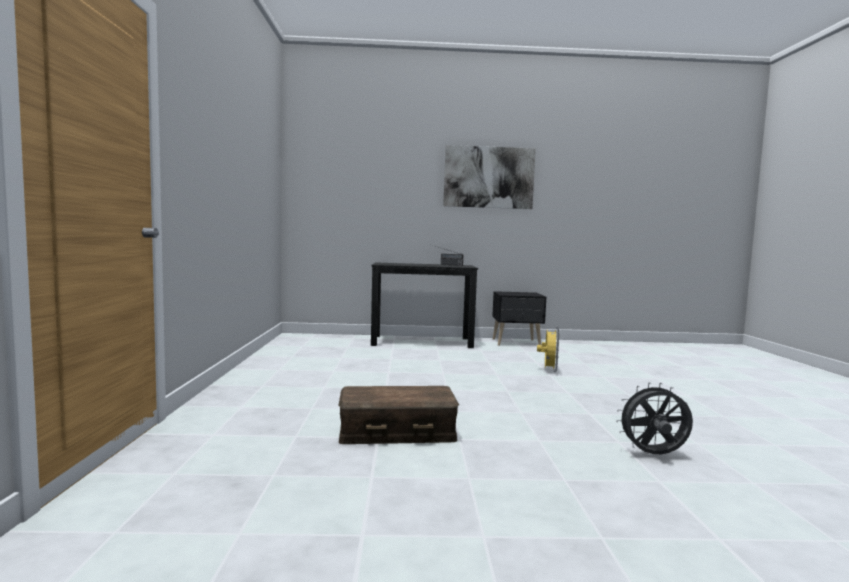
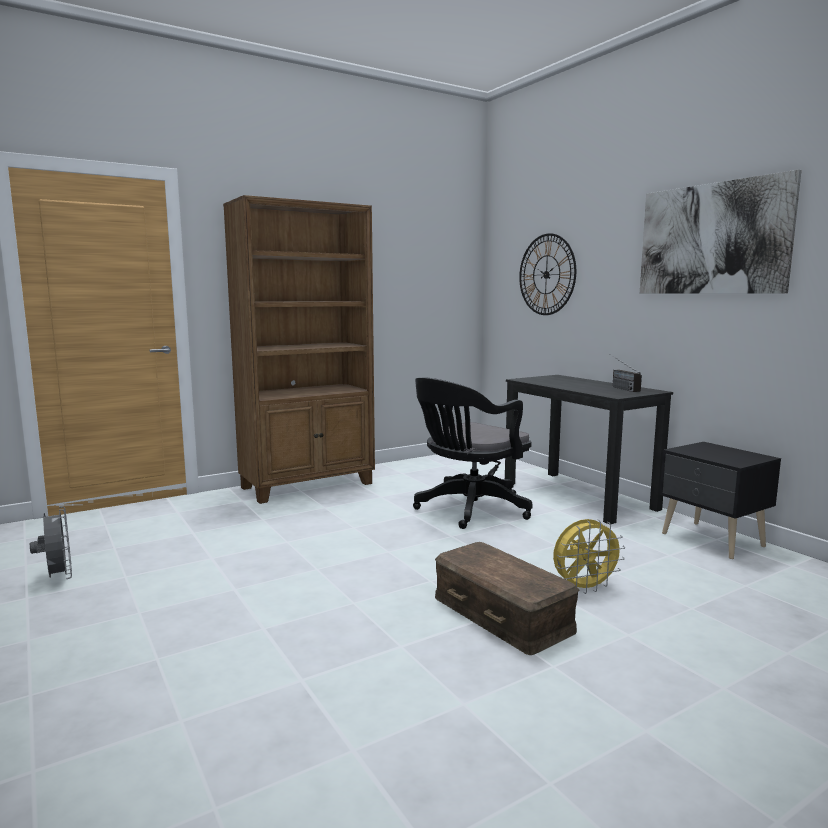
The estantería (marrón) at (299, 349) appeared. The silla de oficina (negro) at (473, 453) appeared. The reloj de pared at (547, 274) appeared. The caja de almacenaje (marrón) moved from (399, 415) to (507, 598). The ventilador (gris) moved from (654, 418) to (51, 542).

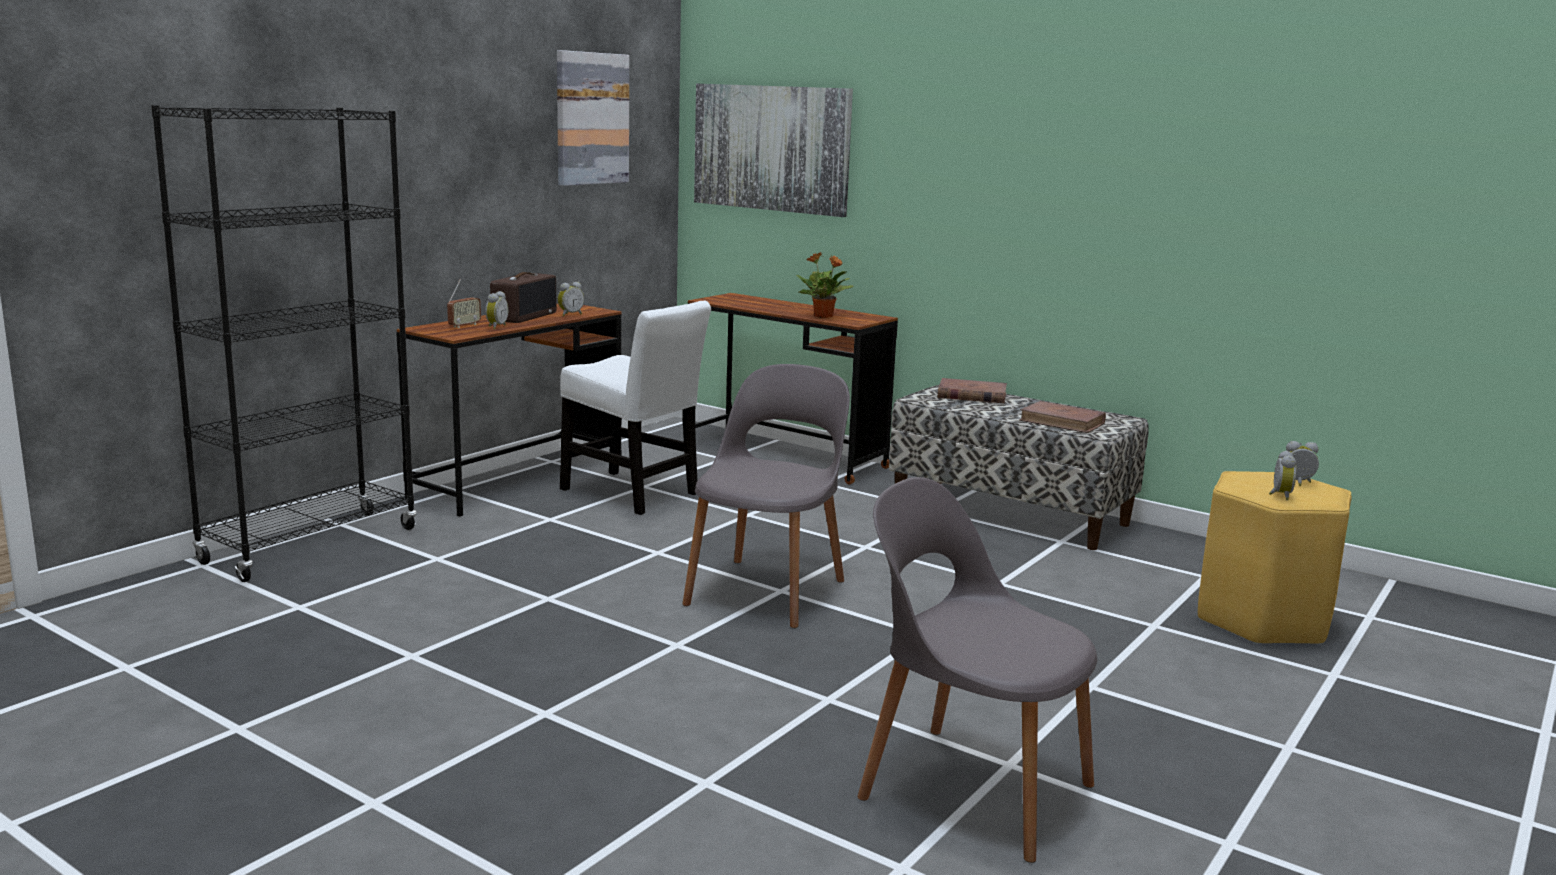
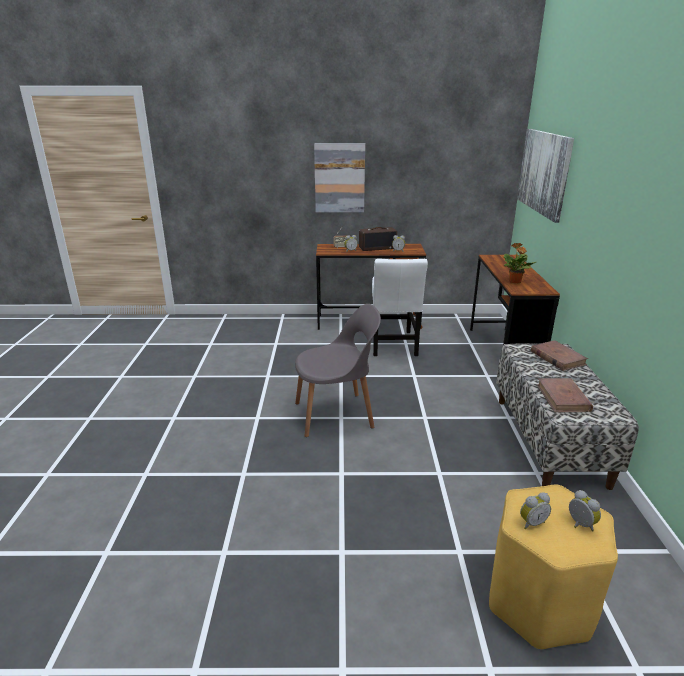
The estantería (negro) at (283, 343) disappeared. The silla (gris) at (977, 670) disappeared. The cuadro moved from (593, 118) to (339, 177).

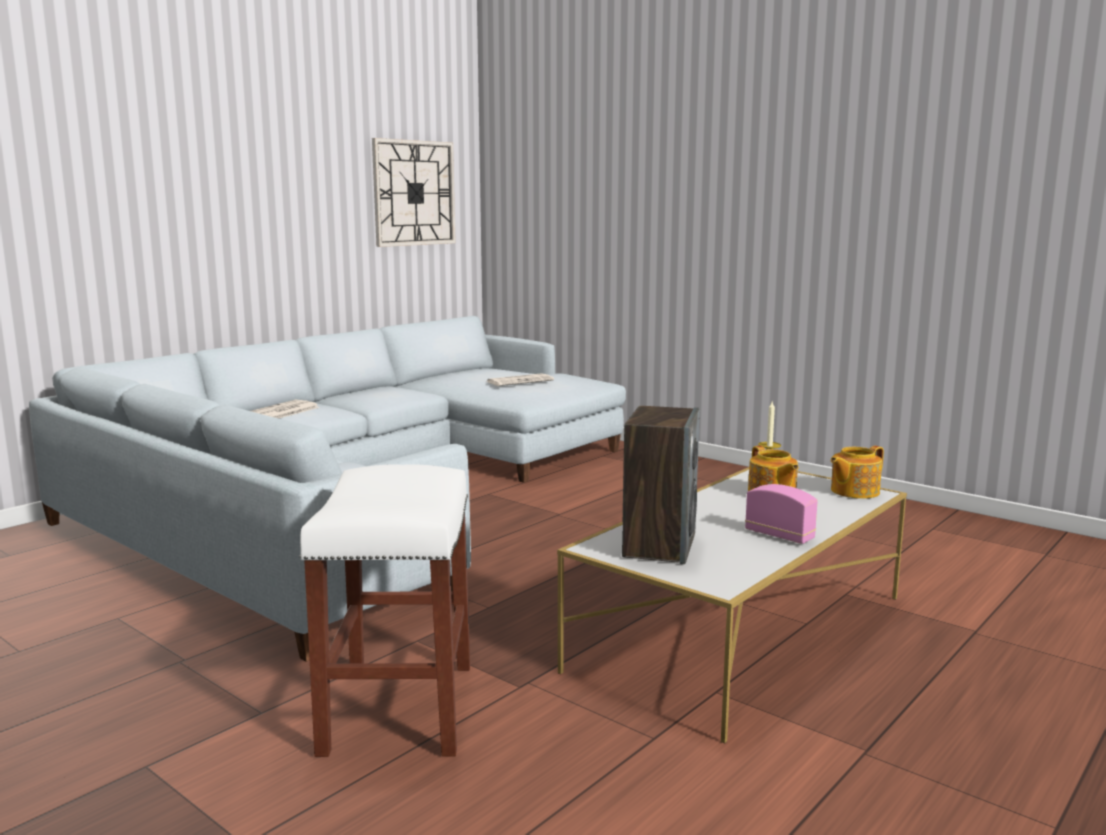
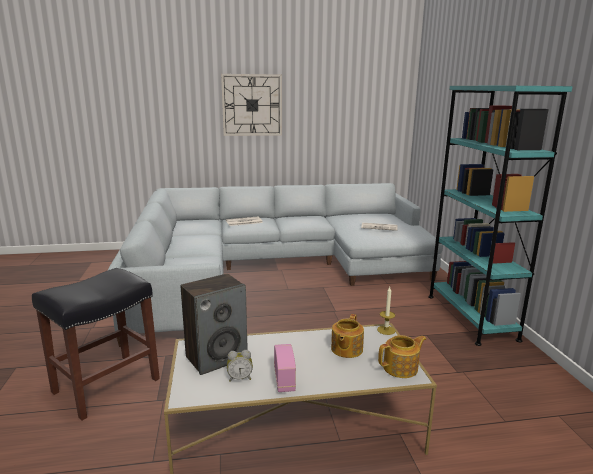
The despertador at (240, 366) appeared. The estantería (turquesa) at (500, 216) appeared. The reloj de pared moved from (414, 192) to (251, 105). The taburete (blanco) at (384, 610) became the taburete (negro) at (96, 344). The tetera at (857, 472) turned 150 degrees clockwise.

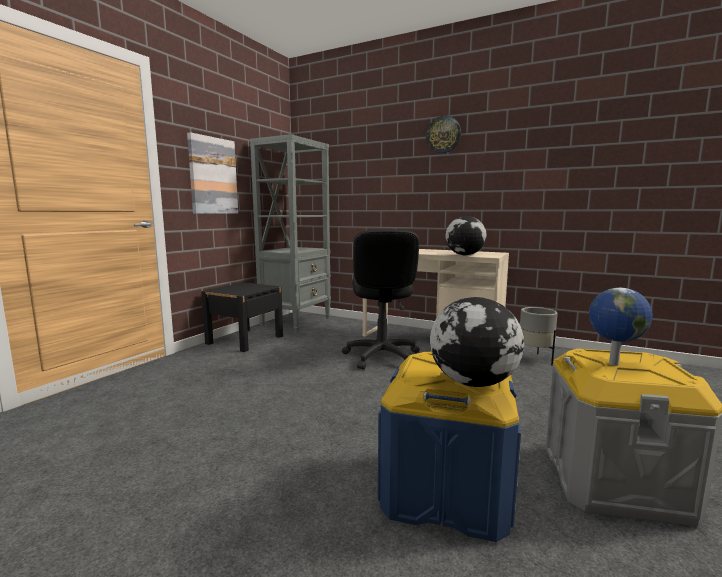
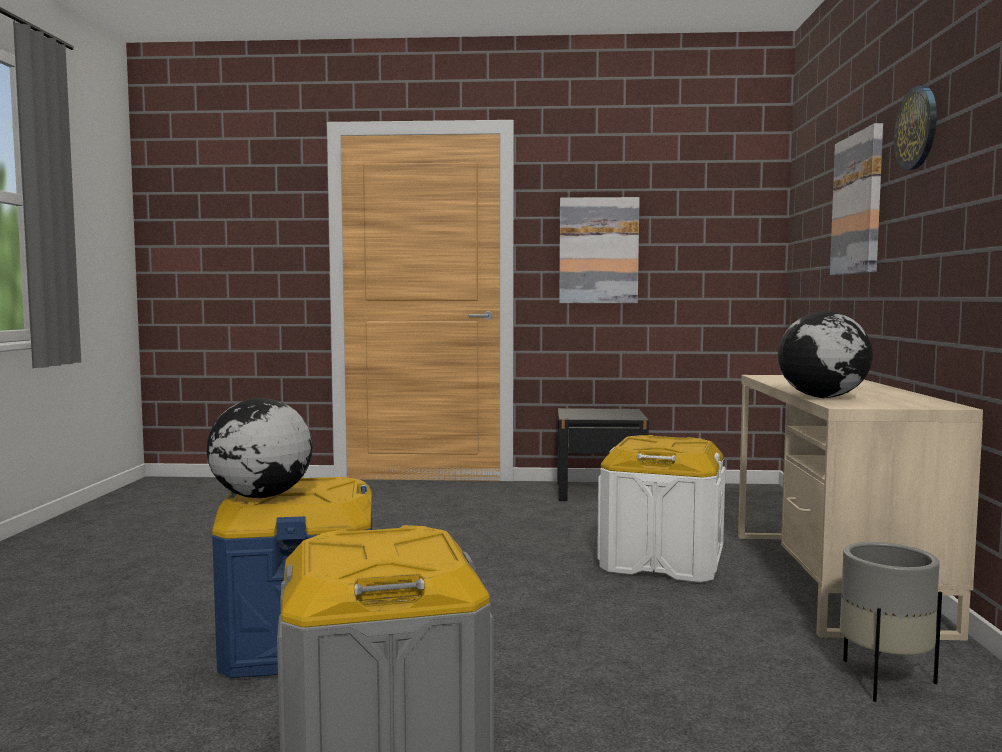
The estantería (gris) at (290, 233) disappeared. The globo terráqueo at (621, 327) disappeared. The cuadro at (856, 199) appeared. The silla de oficina (negro) at (381, 299) was replaced by the caja de almacenaje (blanco) at (661, 509).

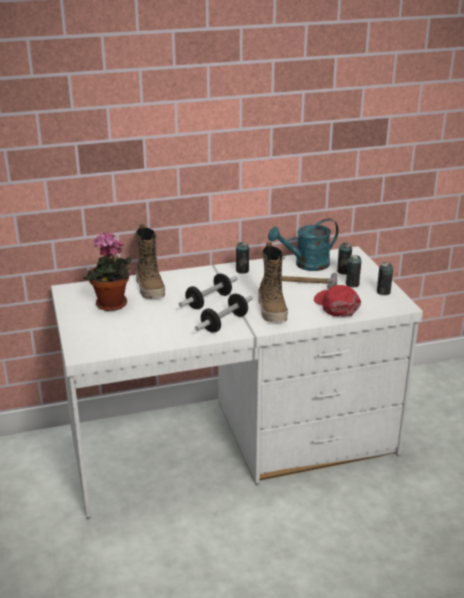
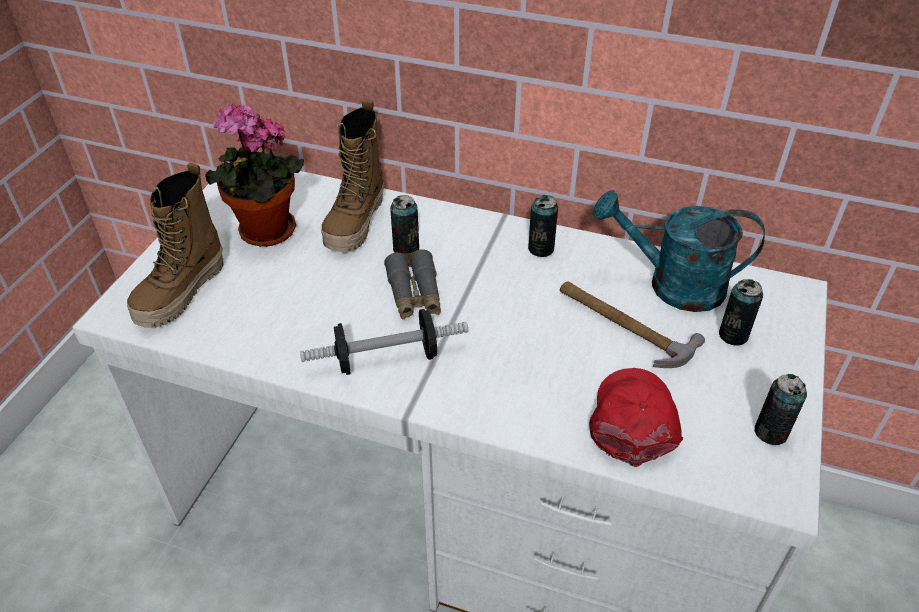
The bota moved from (273, 282) to (175, 245). The lata moved from (353, 271) to (404, 224). The mancuerna at (208, 291) was replaced by the prismáticos (gris) at (412, 284).

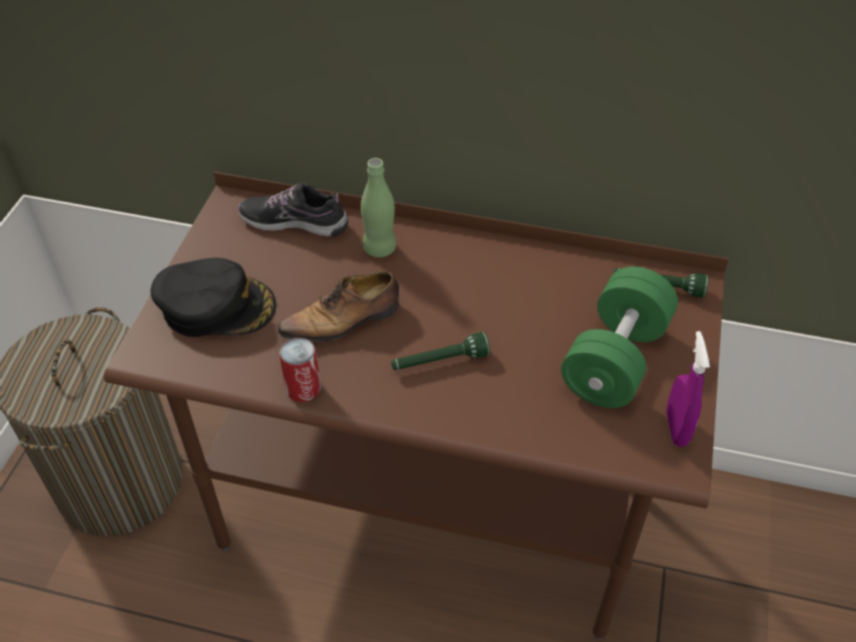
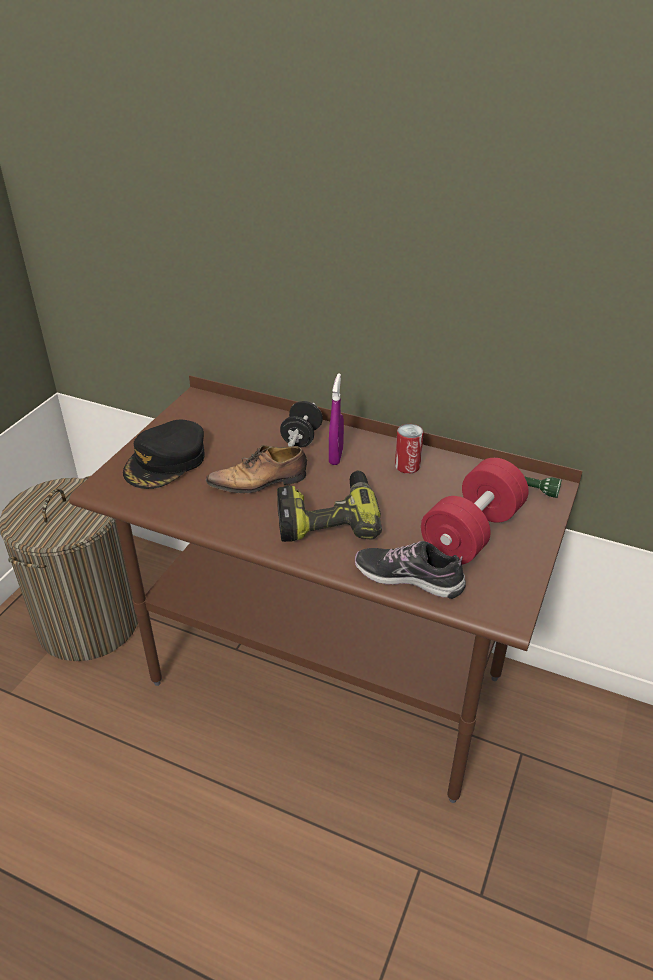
The zapato moved from (293, 210) to (410, 570). The lata moved from (300, 370) to (409, 449). The pulverizador (morado) moved from (688, 389) to (336, 419). The botella (verde) at (378, 207) was replaced by the mancuerna (negro) at (301, 424). The linterna (verde) at (440, 351) was replaced by the taladro at (329, 506). The mancuerna (verde) at (619, 337) became the mancuerna (rojo) at (475, 511). The gorra (negro) at (213, 297) turned 105 degrees clockwise.

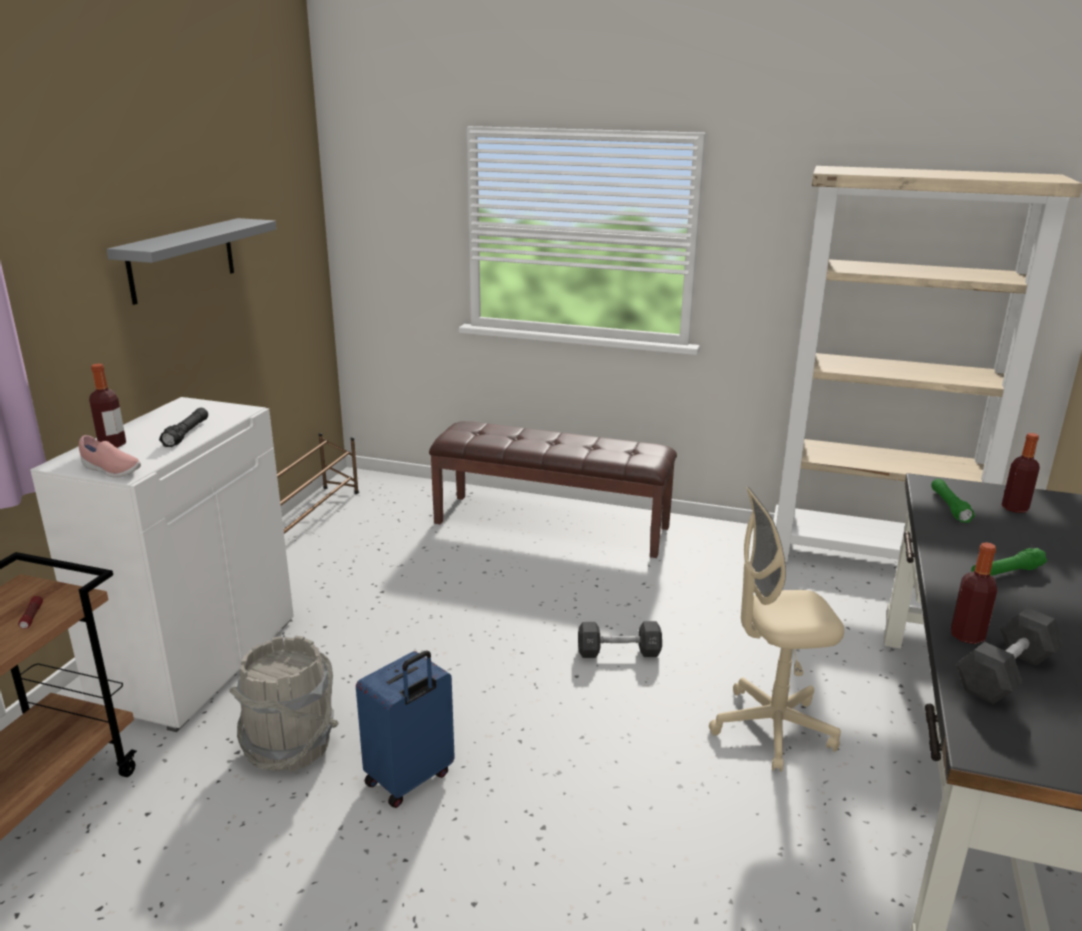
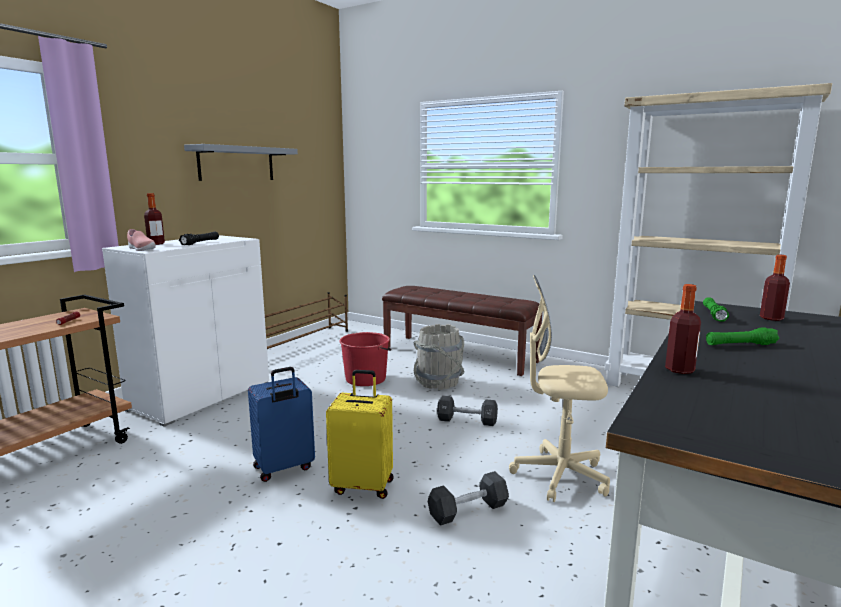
The maleta (amarillo) at (360, 434) appeared. The cubo (rojo) at (365, 359) appeared. The cubo (gris) moved from (284, 703) to (438, 357). The mancuerna (negro) moved from (1010, 655) to (468, 498).

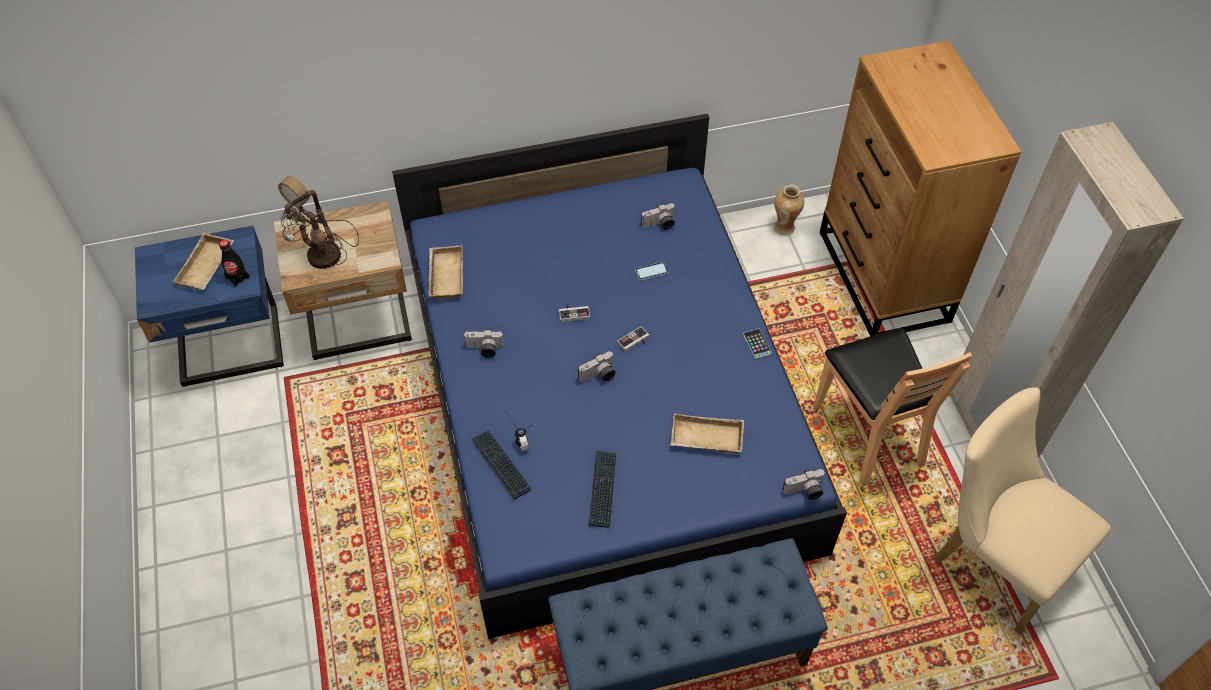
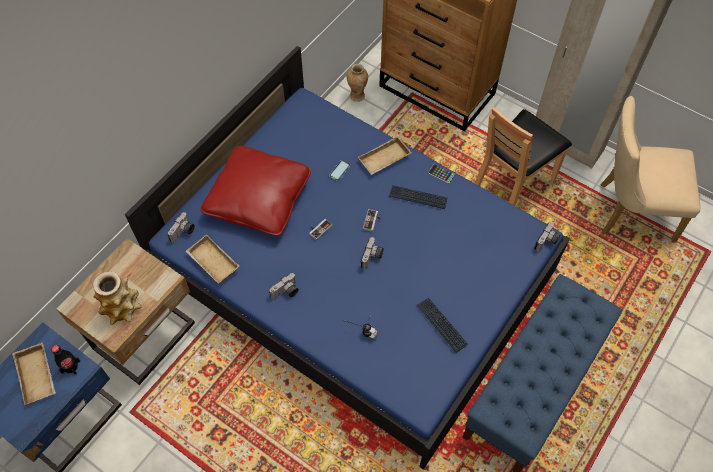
The cojín (rojo) at (255, 191) appeared. The teclado moved from (501, 464) to (418, 197). The cámara moved from (658, 216) to (181, 227). The bandeja (beis) moved from (707, 433) to (385, 155). The lámpara de mesa at (318, 222) was replaced by the florero at (117, 298). The silla (marrón) at (892, 407) turned 105 degrees clockwise.

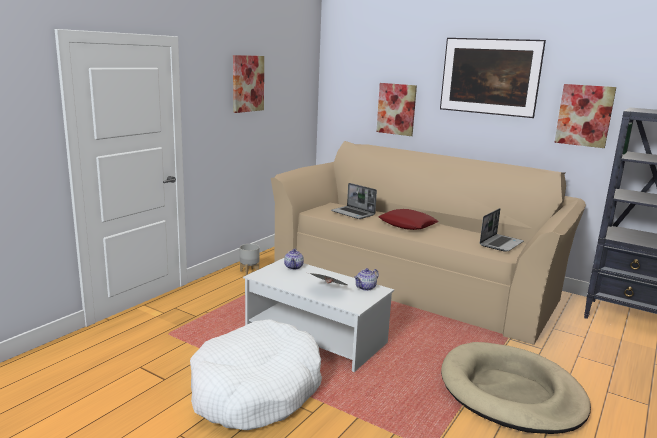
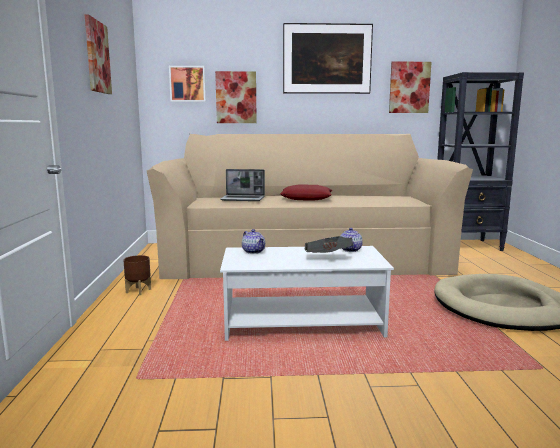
The cama para perro (blanco) at (256, 374) disappeared. The portátil at (502, 230) disappeared. The cuadro at (187, 84) appeared. The maceta (gris) at (250, 259) became the maceta (marrón) at (137, 275).

